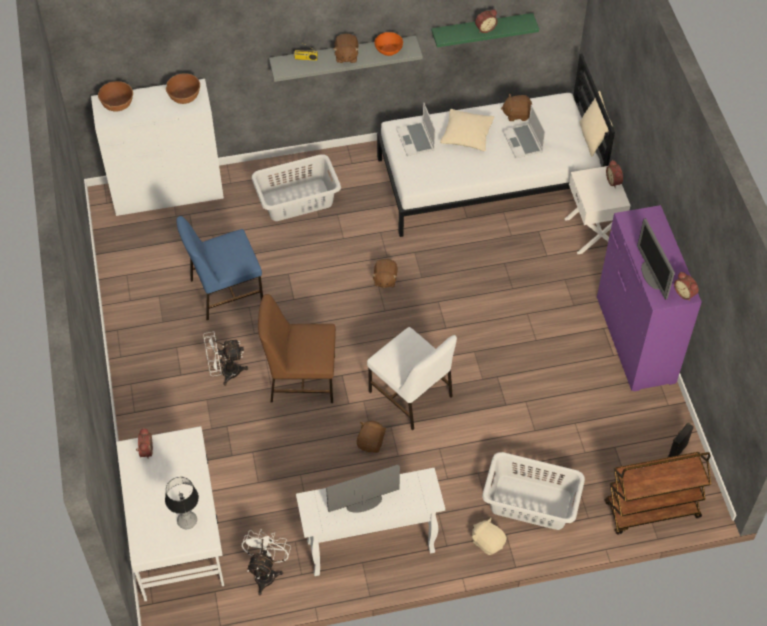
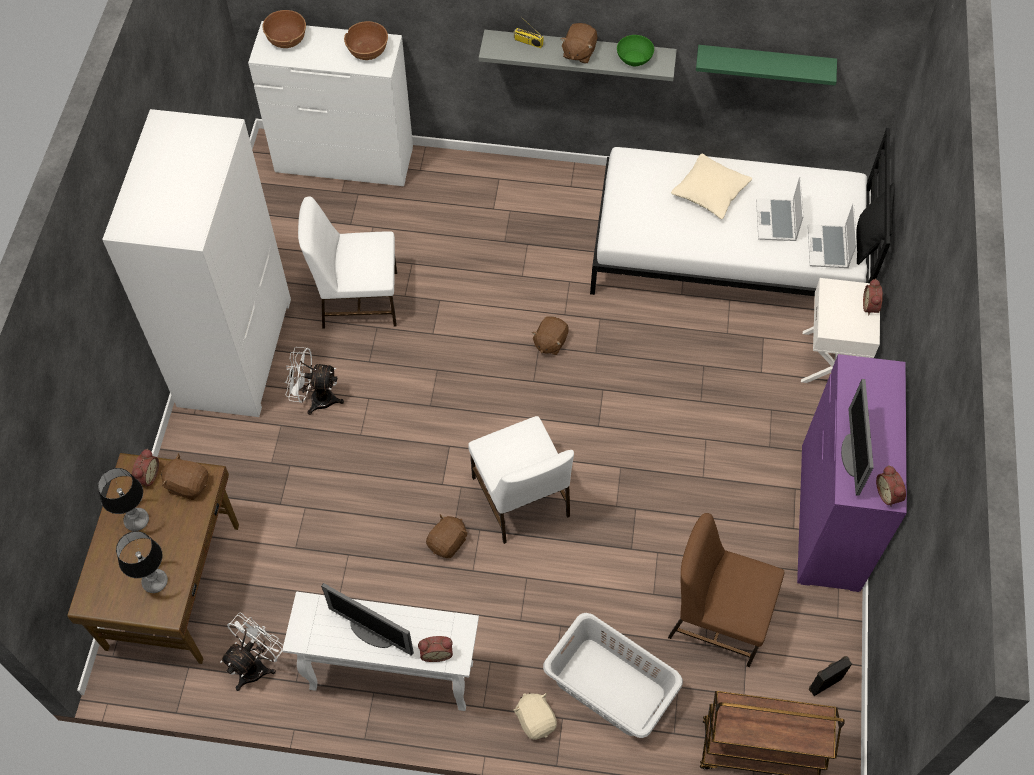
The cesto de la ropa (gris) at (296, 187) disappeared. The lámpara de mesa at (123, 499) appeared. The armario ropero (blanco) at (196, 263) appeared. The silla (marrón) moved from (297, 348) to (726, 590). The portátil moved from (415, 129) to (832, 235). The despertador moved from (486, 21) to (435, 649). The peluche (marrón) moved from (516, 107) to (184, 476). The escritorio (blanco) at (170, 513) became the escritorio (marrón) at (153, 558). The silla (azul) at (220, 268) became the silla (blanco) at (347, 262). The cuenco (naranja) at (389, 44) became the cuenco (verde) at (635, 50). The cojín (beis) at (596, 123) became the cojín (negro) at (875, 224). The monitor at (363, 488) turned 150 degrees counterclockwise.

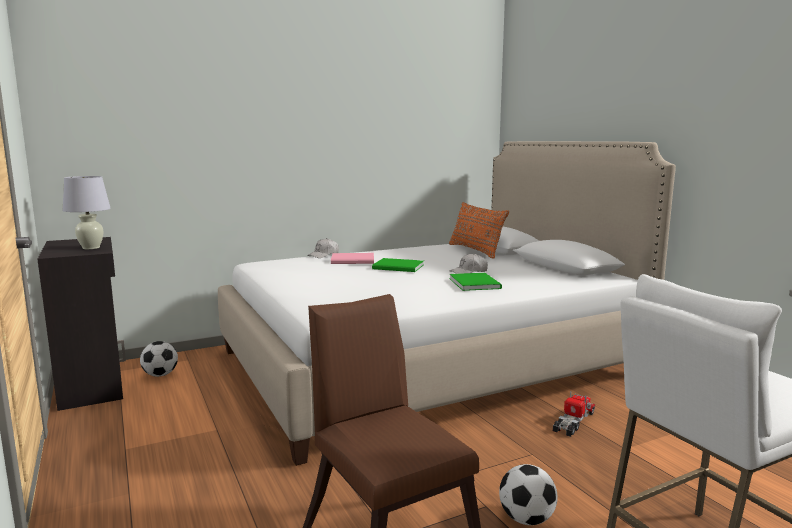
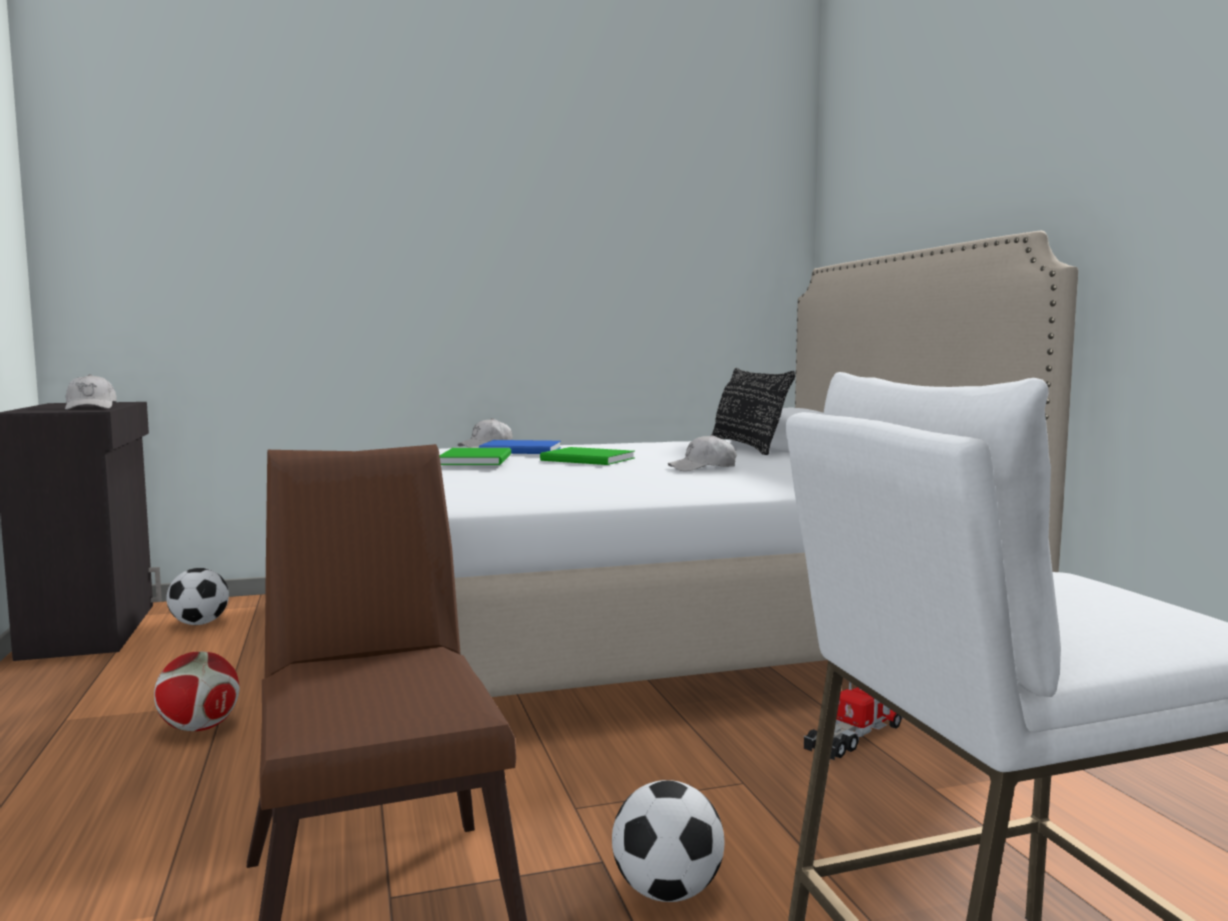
The balón de fútbol at (197, 691) appeared. The libro (verde) moved from (475, 282) to (475, 456). The lámpara de mesa (blanco) at (86, 212) was replaced by the gorra (blanco) at (90, 392). The libro (rosa) at (352, 258) became the libro (azul) at (520, 447). The cojín (naranja) at (479, 230) became the cojín (negro) at (754, 411).

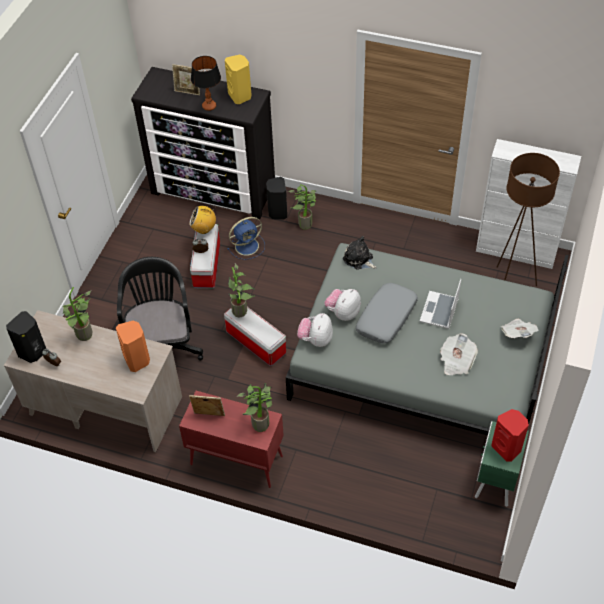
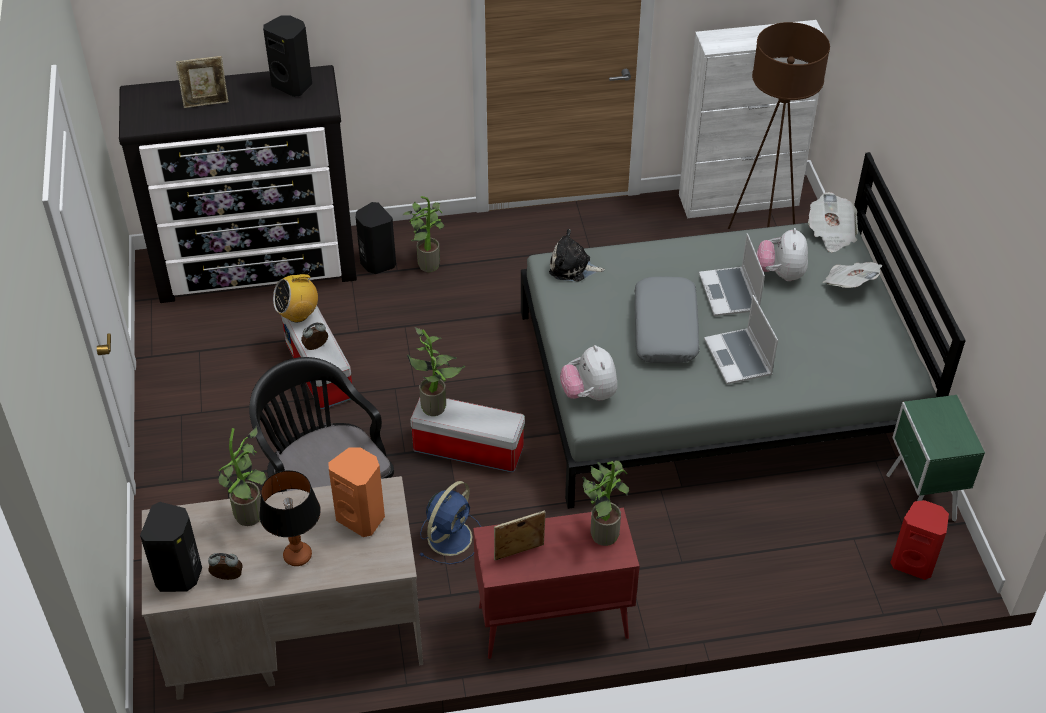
The portátil at (741, 339) appeared. The lámpara de mesa moved from (206, 83) to (290, 518). The ventilador (azul) moved from (246, 238) to (450, 522). The peluche moved from (342, 305) to (782, 254). The periódico moved from (459, 354) to (833, 222). The altavoz (rojo) moved from (510, 435) to (919, 540). The altavoz (amarillo) at (238, 79) became the altavoz (negro) at (287, 56).

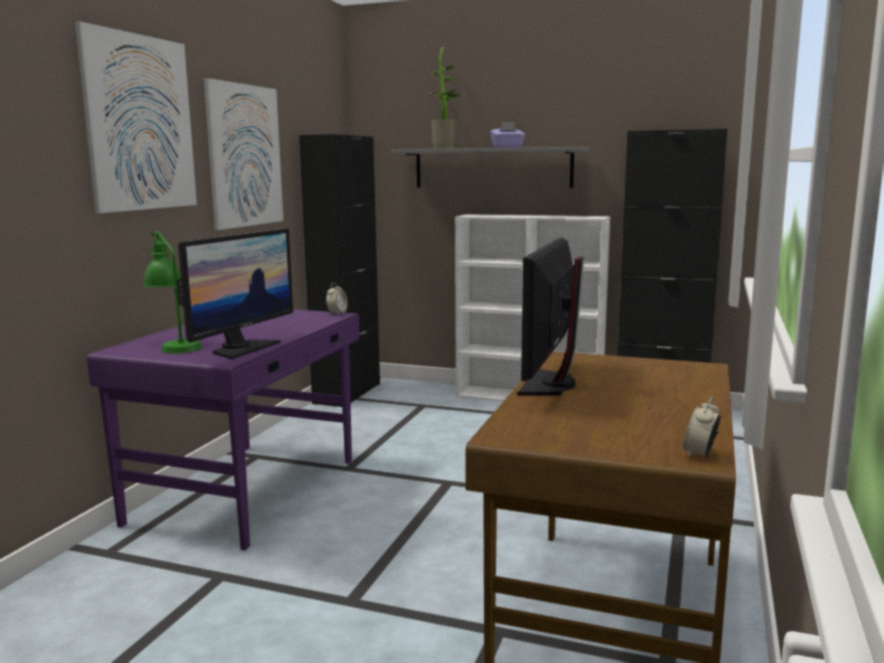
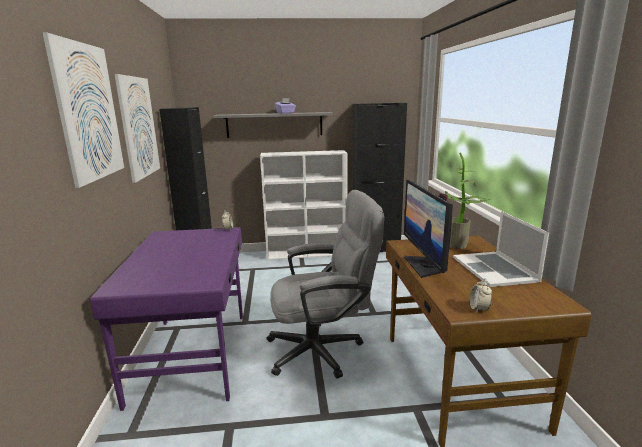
The lámpara de mesa (verde) at (172, 292) disappeared. The monitor at (235, 293) disappeared. The silla de oficina (gris) at (325, 284) appeared. The portátil at (501, 249) appeared. The planta en maceta moved from (446, 98) to (468, 200). The despertador moved from (702, 427) to (481, 295).

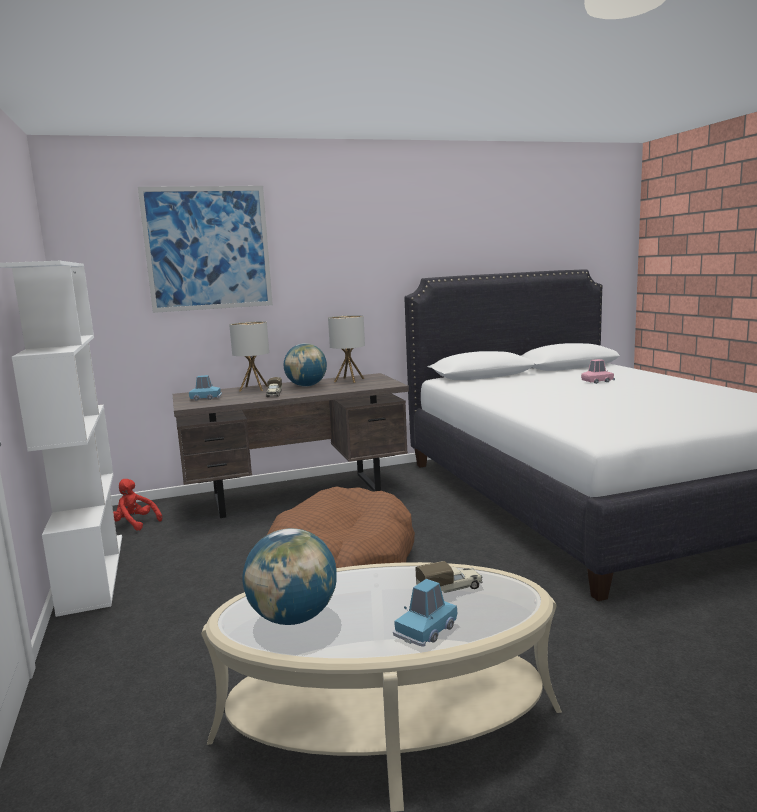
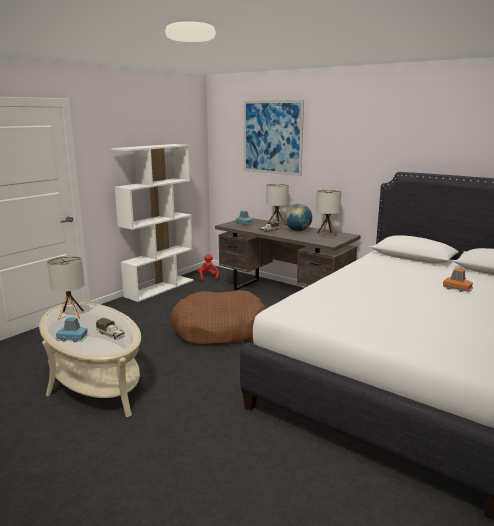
The globo terráqueo at (289, 576) was replaced by the lámpara de mesa at (66, 288). The coche de juguete (rosa) at (598, 371) became the coche de juguete (naranja) at (458, 280).

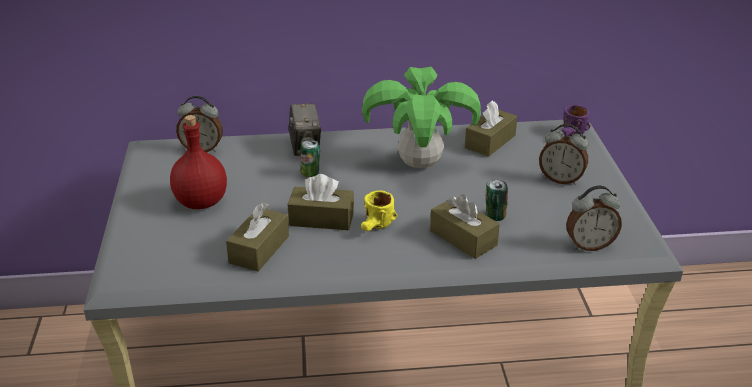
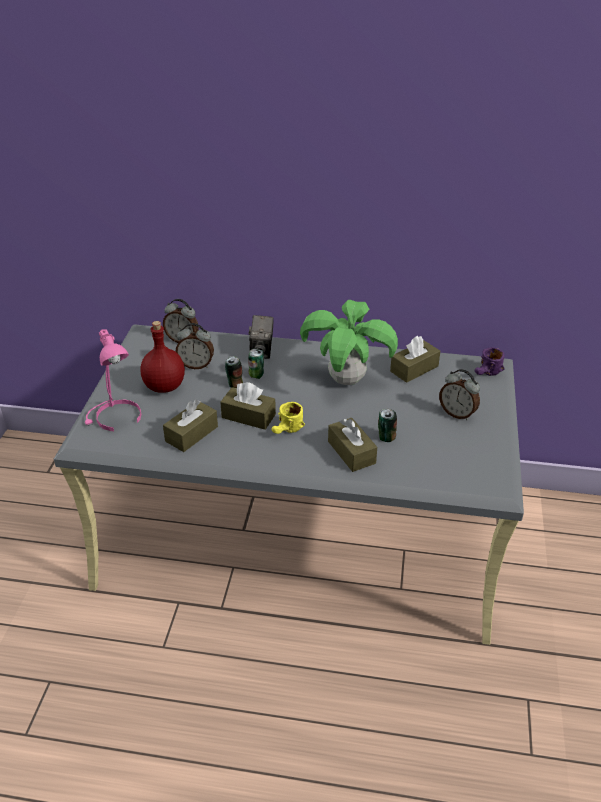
The lámpara de mesa (rosa) at (113, 380) appeared. The lata at (234, 372) appeared. The despertador moved from (594, 218) to (195, 346).

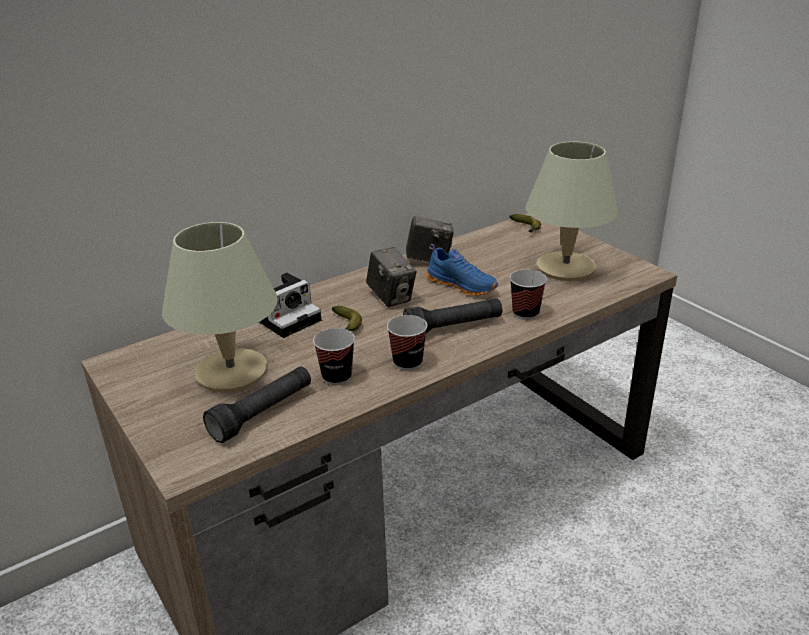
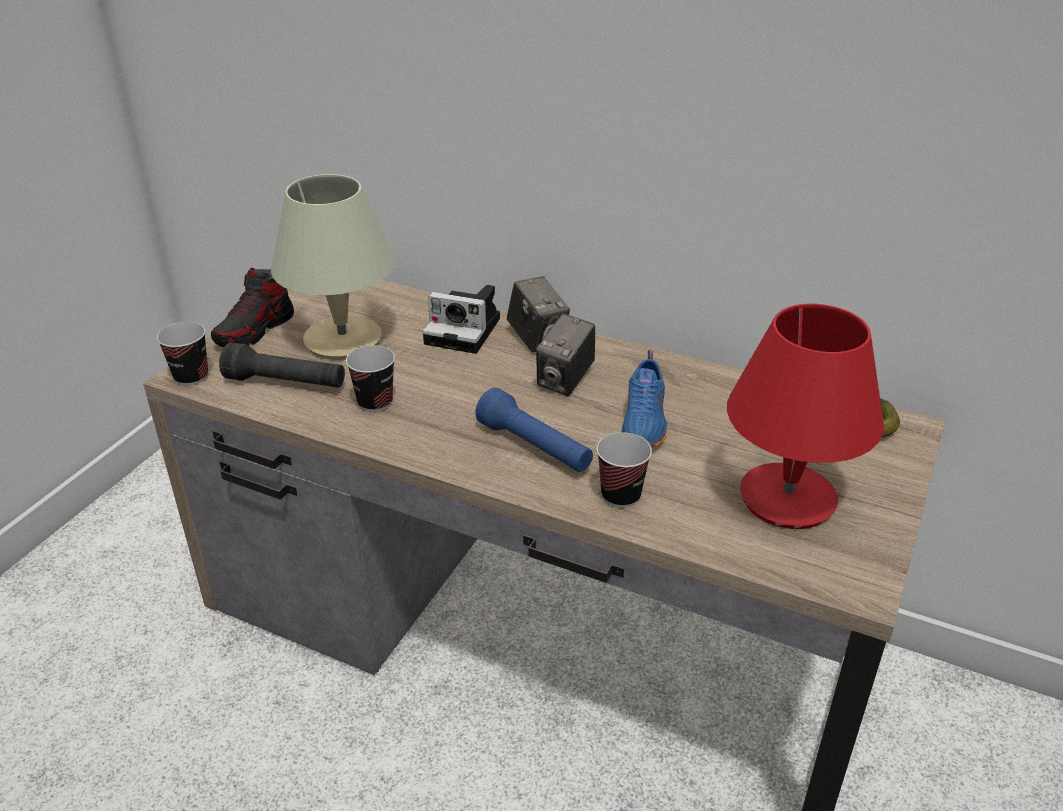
The plátano at (347, 318) disappeared. The zapato at (252, 308) appeared. The taza moved from (407, 343) to (182, 354). The cámara moved from (430, 239) to (538, 314). The linterna (negro) at (452, 316) became the linterna (azul) at (534, 430). The lámpara de mesa (beis) at (572, 211) became the lámpara de mesa (rojo) at (805, 416).

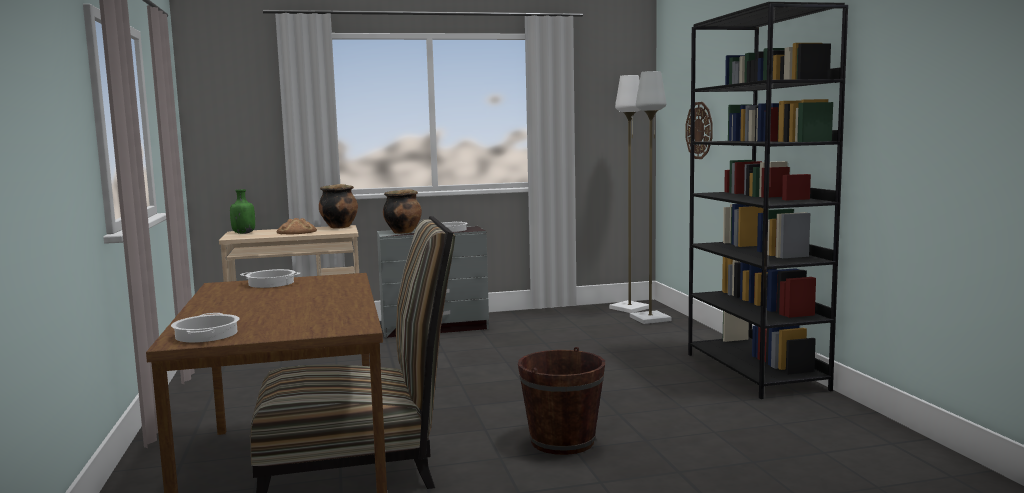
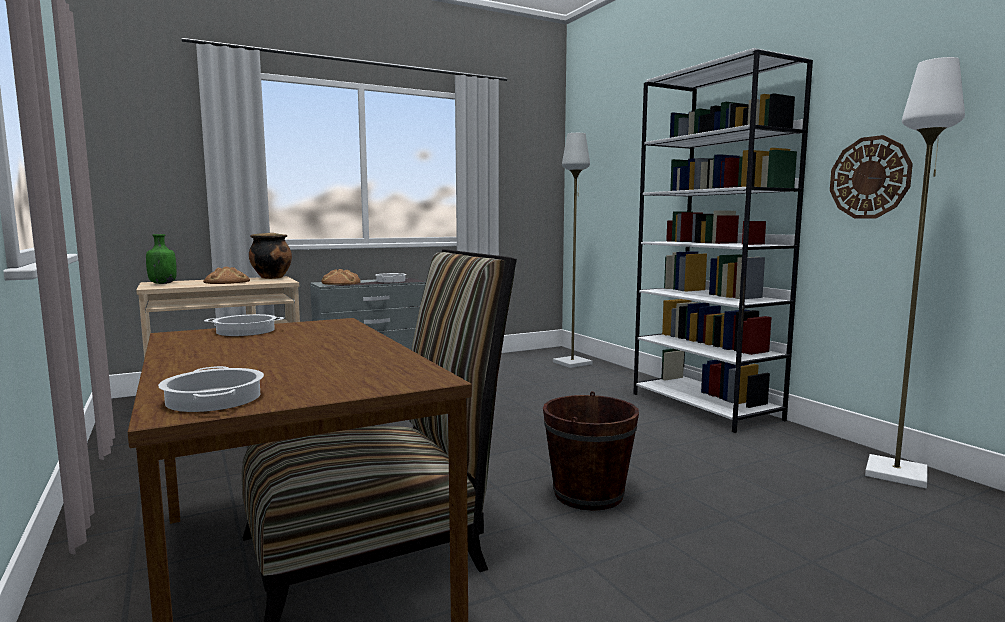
The lámpara de pie (blanco) moved from (629, 194) to (915, 272). The reloj de pared moved from (699, 130) to (871, 177). The olla at (402, 211) was replaced by the pan at (341, 277). The estantería (negro) at (768, 200) became the estantería (blanco) at (723, 240).

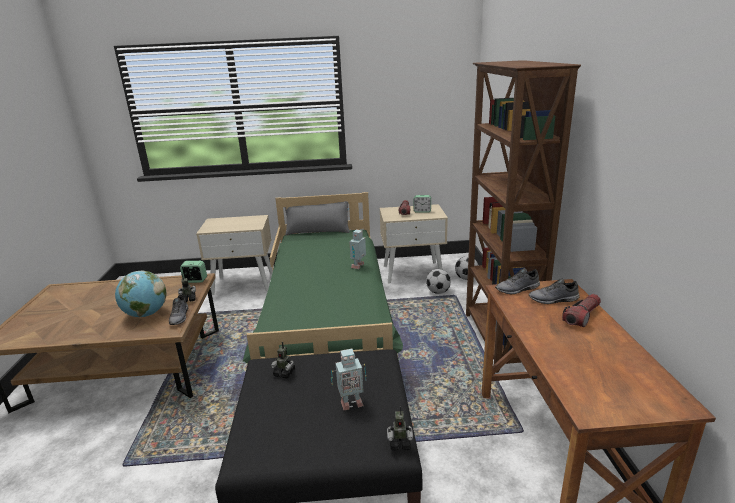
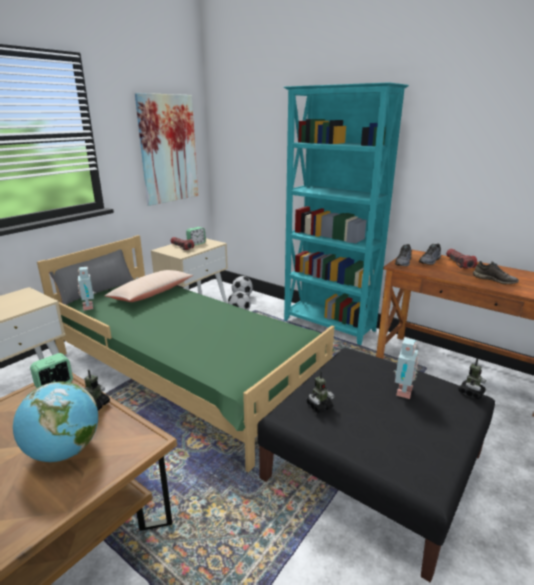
The cojín (beis) at (149, 286) appeared. The cuadro at (166, 149) appeared. The zapato (gris) moved from (178, 310) to (496, 272). The robot de juguete moved from (357, 249) to (86, 289). The estantería (marrón) at (523, 216) became the estantería (turquesa) at (346, 213).

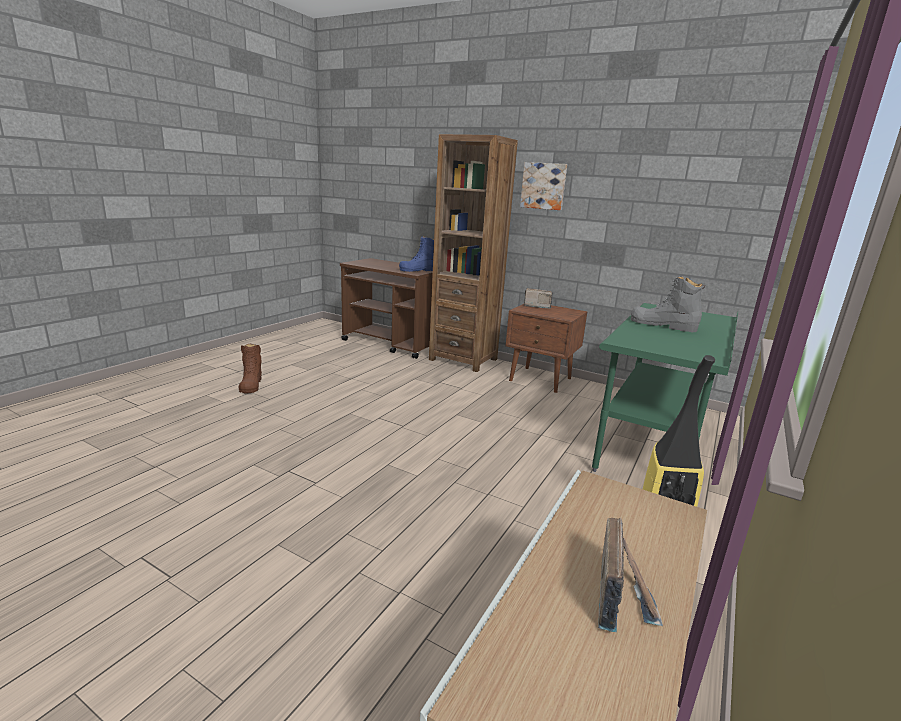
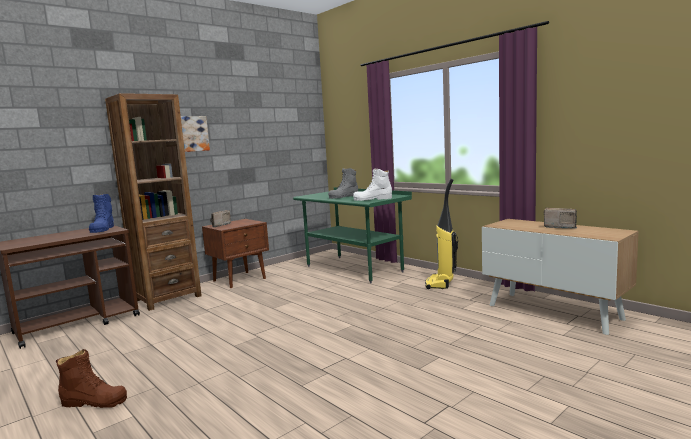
The bota (blanco) at (372, 185) appeared.

